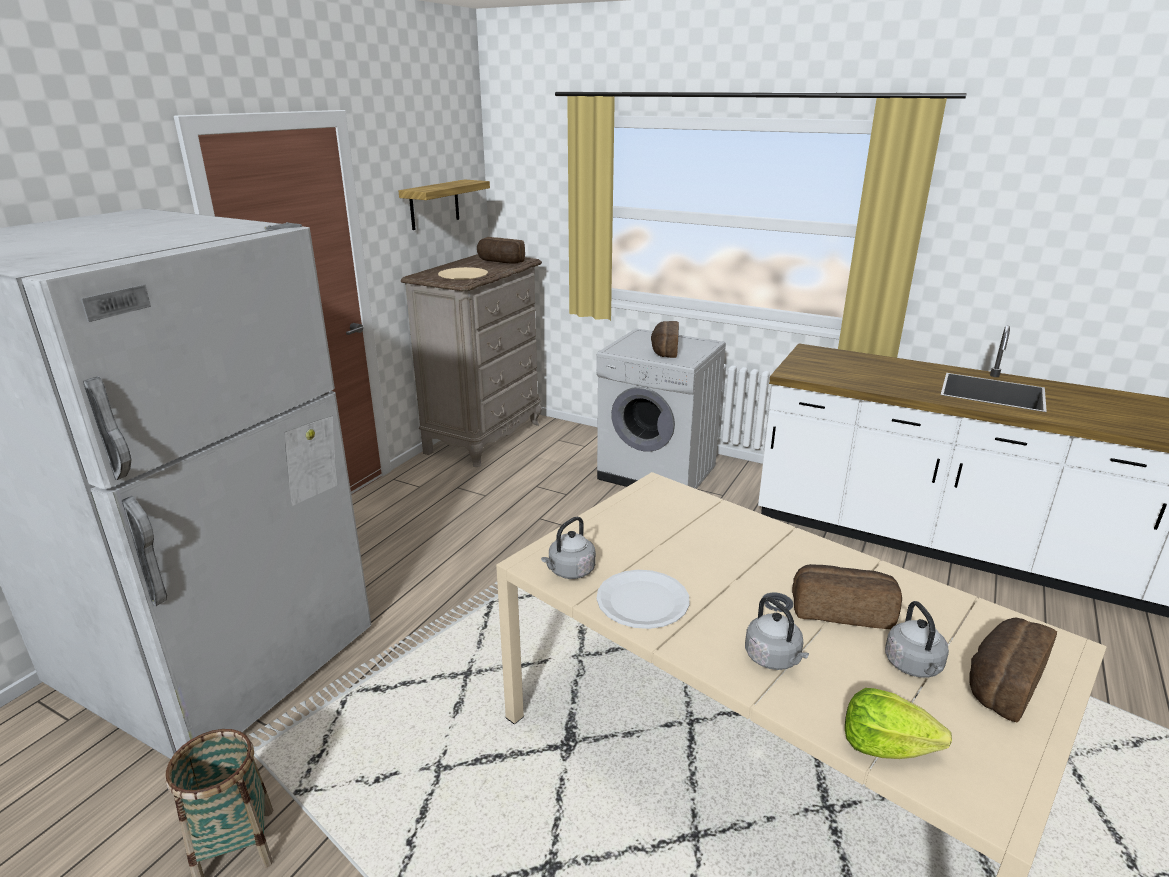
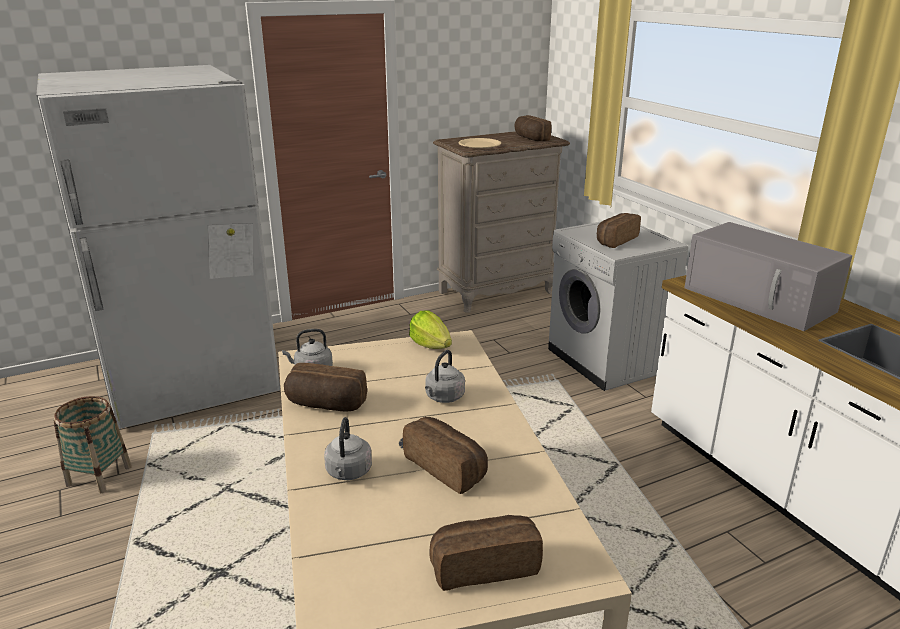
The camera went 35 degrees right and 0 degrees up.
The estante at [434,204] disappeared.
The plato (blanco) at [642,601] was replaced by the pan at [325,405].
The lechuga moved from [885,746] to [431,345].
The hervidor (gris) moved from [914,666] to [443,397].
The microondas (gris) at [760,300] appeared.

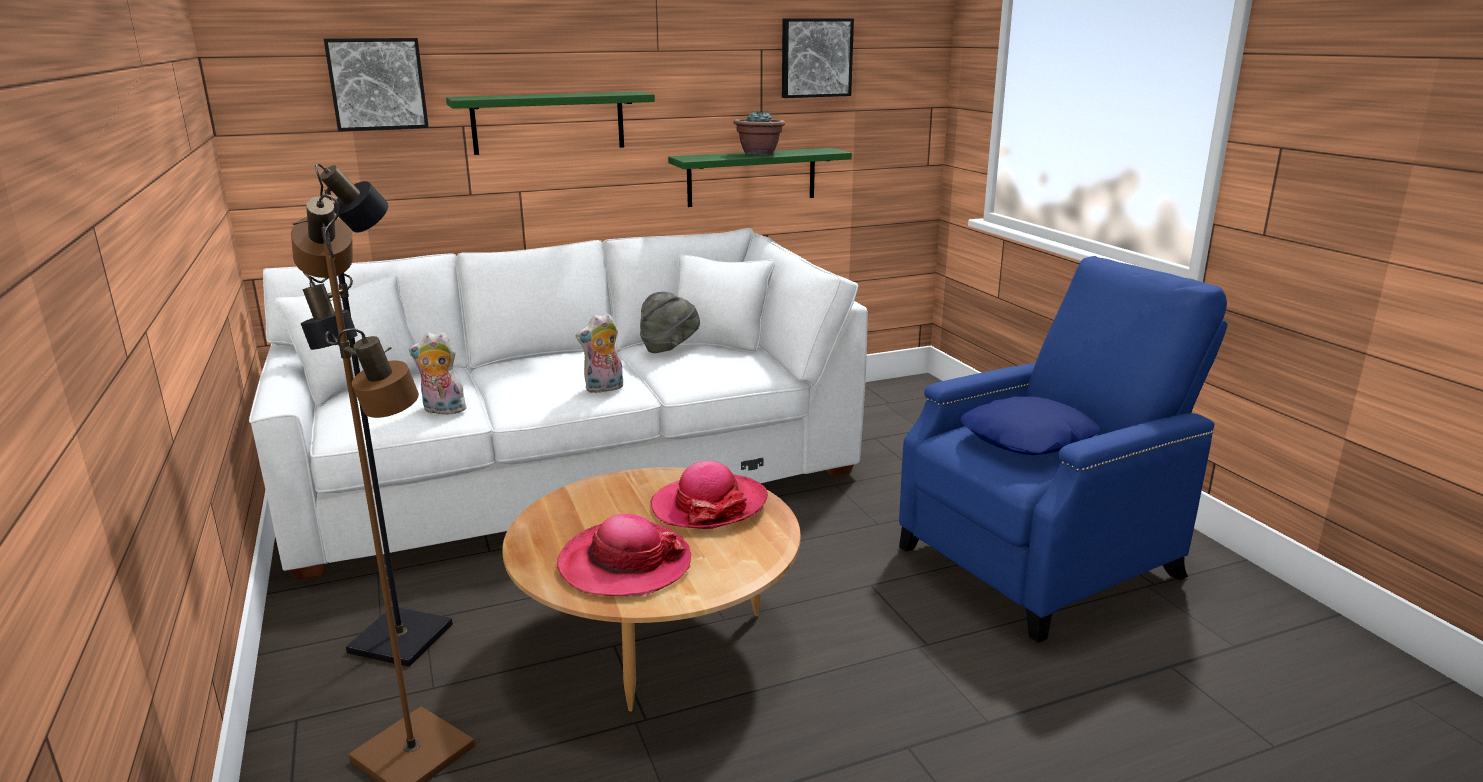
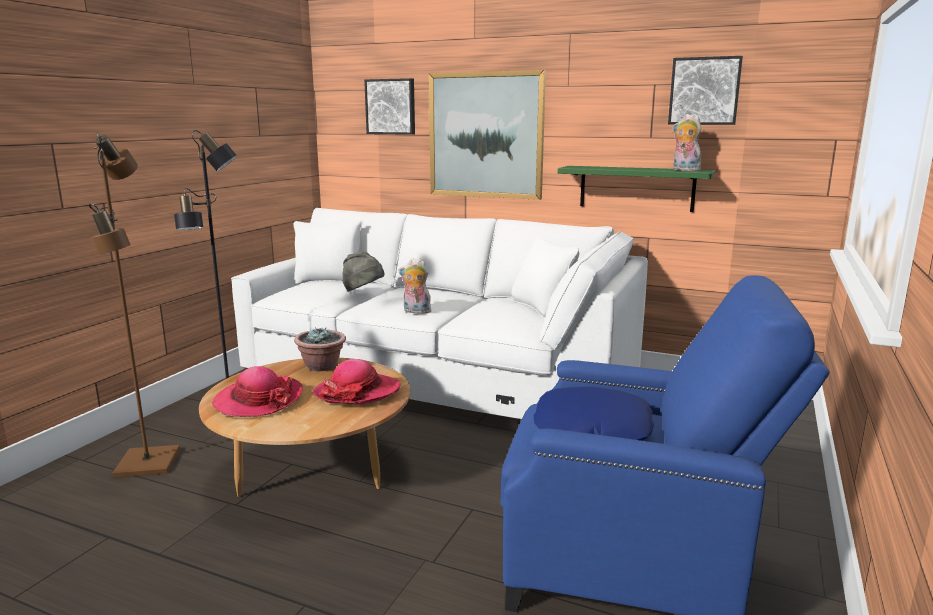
The camera went 45 degrees right and 5 degrees down.
The peluche moved from [442,411] to [684,170].
The estante (verde) at [548,122] was replaced by the cuadro at [486,135].
The sombrero (gris) moved from [669,348] to [363,292].
The planta en maceta moved from [759,153] to [322,366].

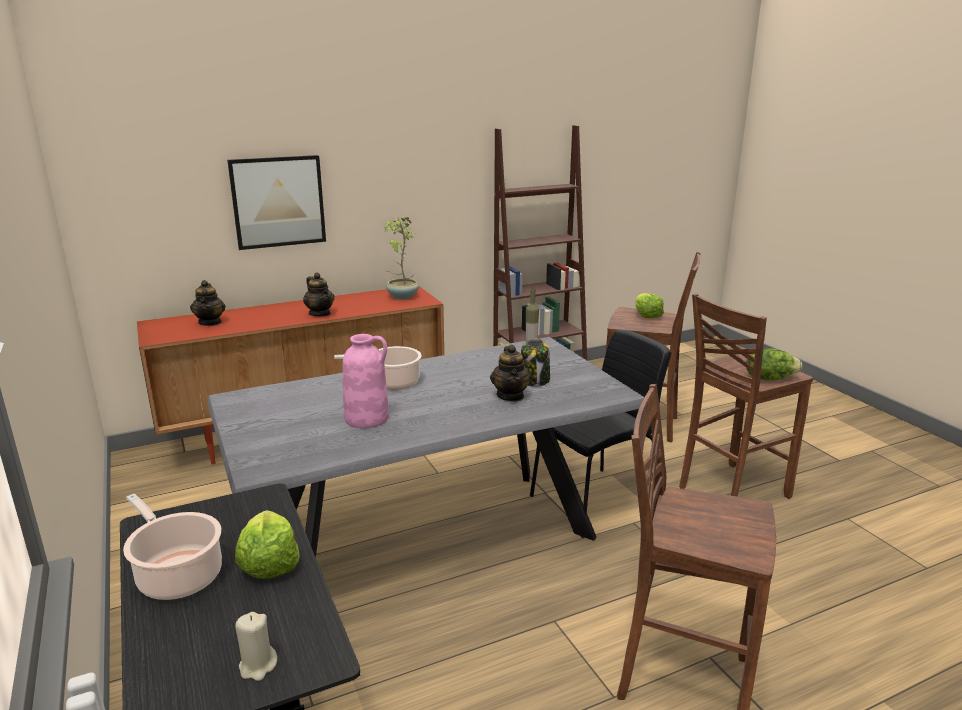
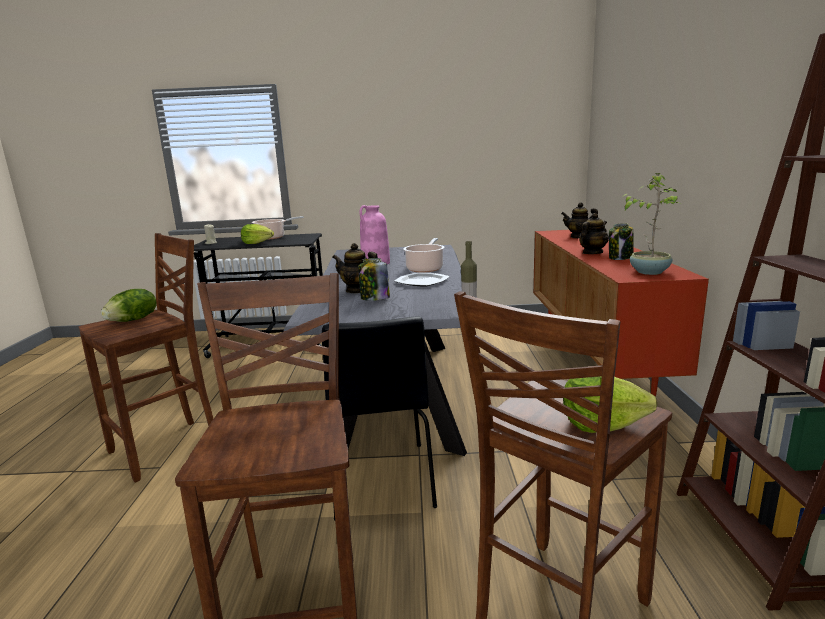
The camera went 115 degrees right and 5 degrees down.
The cuadro at [278,202] disappeared.
The tetera at [320,313] turned 150 degrees clockwise.
The lechuga moved from [769,378] to [134,320].
The plato at [422,281] appeared.
The tarro at [620,258] appeared.

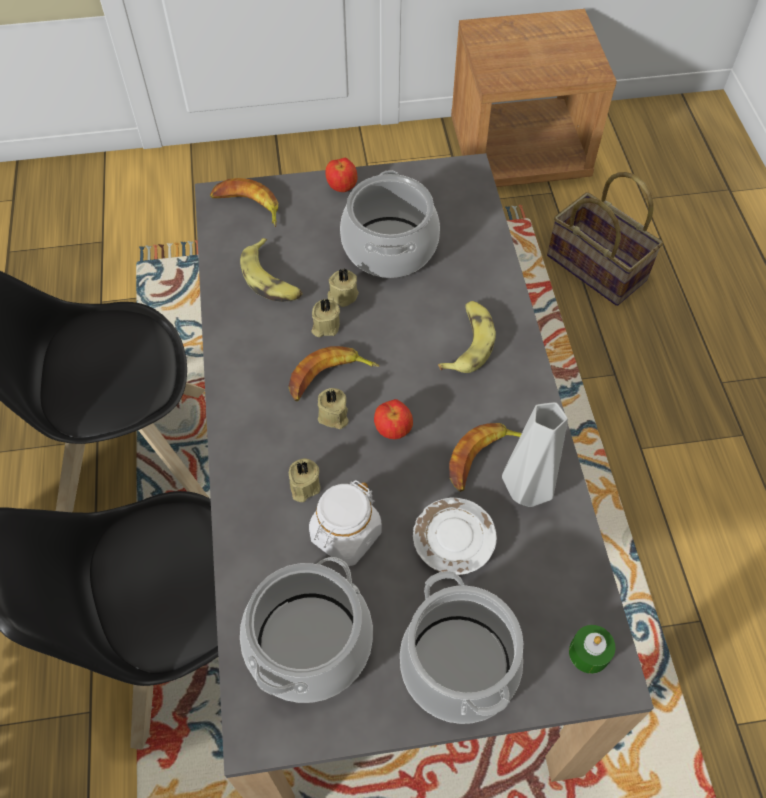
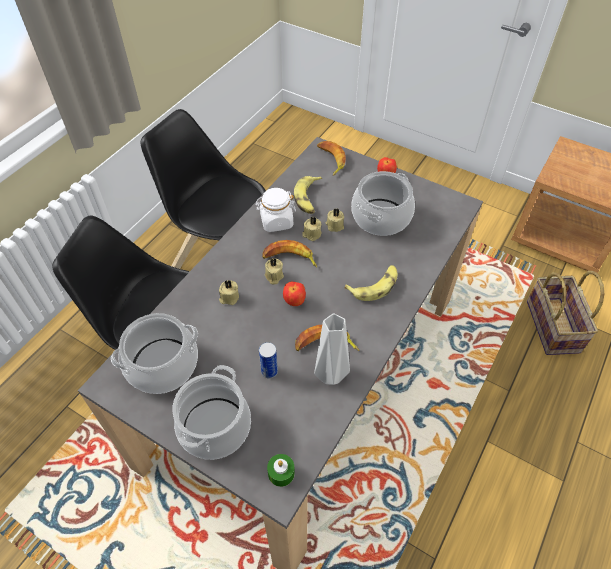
The camera went 40 degrees right and 5 degrees down.
The tarro (blanco) moved from [345,535] to [276,221].
The plato (blanco) at [453,543] was replaced by the lata at [269,371].

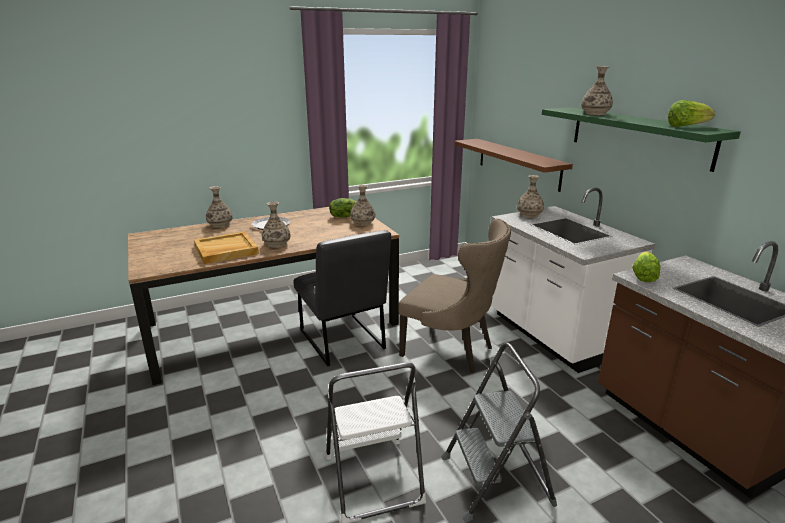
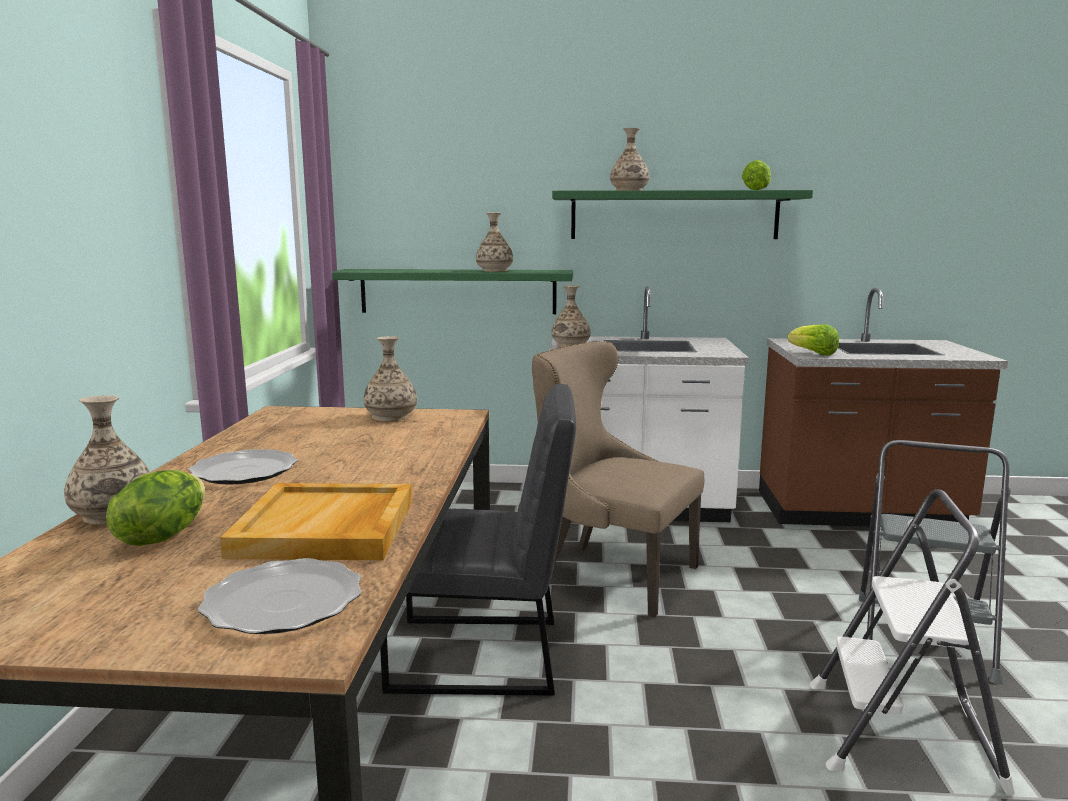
The camera went 60 degrees left and 10 degrees down.
The florero moved from [276,244] to [494,271].
The lechuga moved from [344,216] to [162,535].
The silla (beis) at [451,350] turned 120 degrees counterclockwise.
The estante (marrón) at [518,163] became the estante (verde) at [458,291].
The plato at [283,603] appeared.

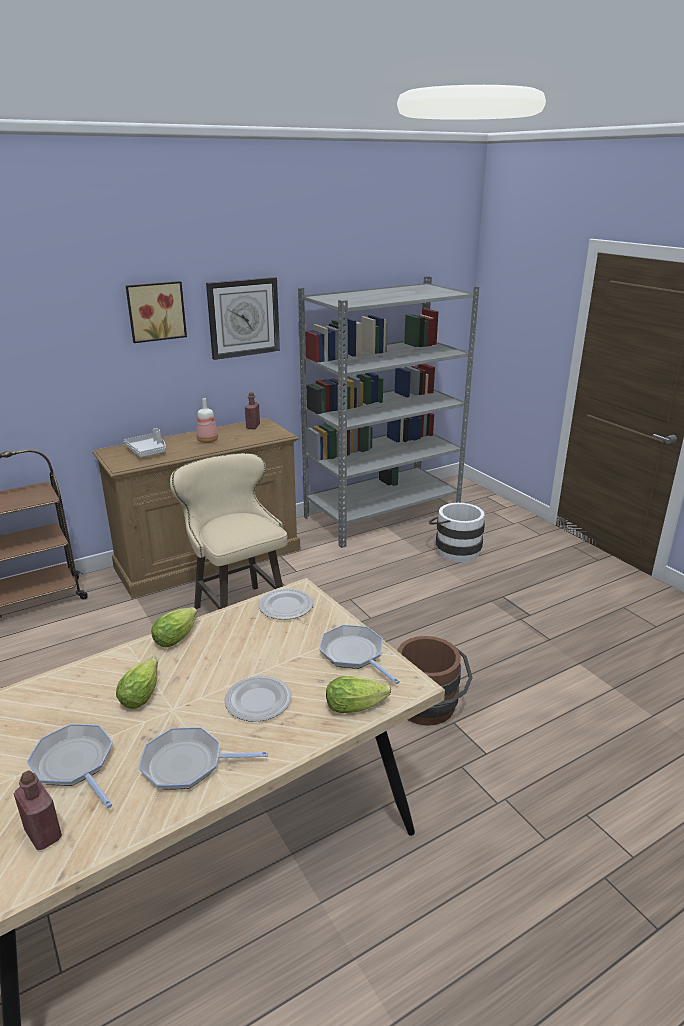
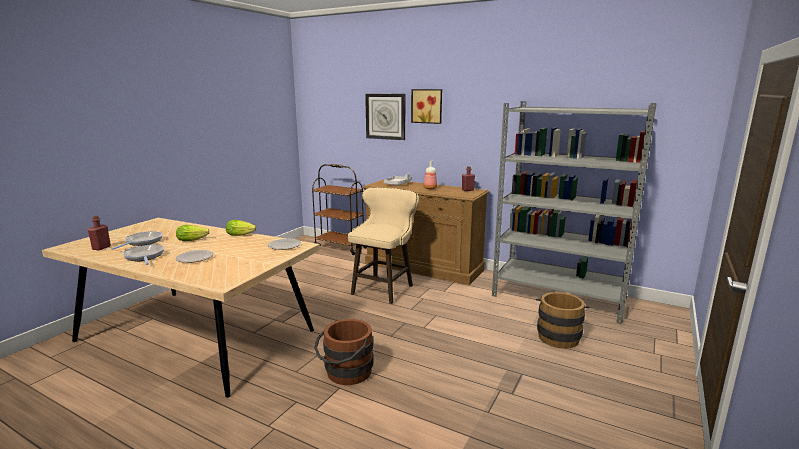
The camera went 60 degrees right and 10 degrees down.
The reloj de pared moved from [243,318] to [385,116].
The sartén at [354,654] disappeared.
The lechuga at [358,705] disappeared.
The cubo (blanco) at [454,550] became the cubo (marrón) at [558,336].

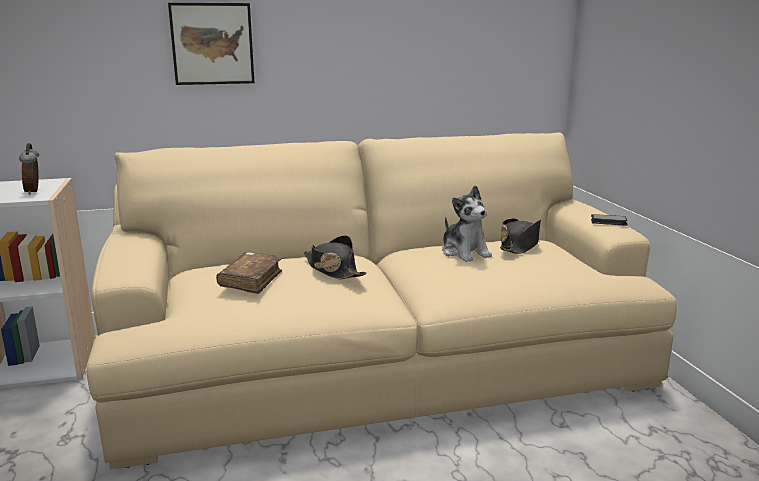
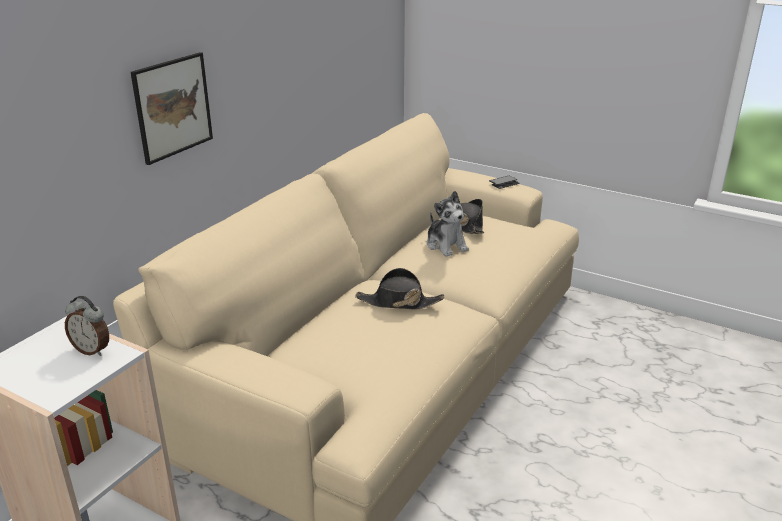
The camera went 45 degrees left and 10 degrees up.
The libro (marrón) at [251,280] disappeared.
The peluche at [464,252] turned 45 degrees clockwise.

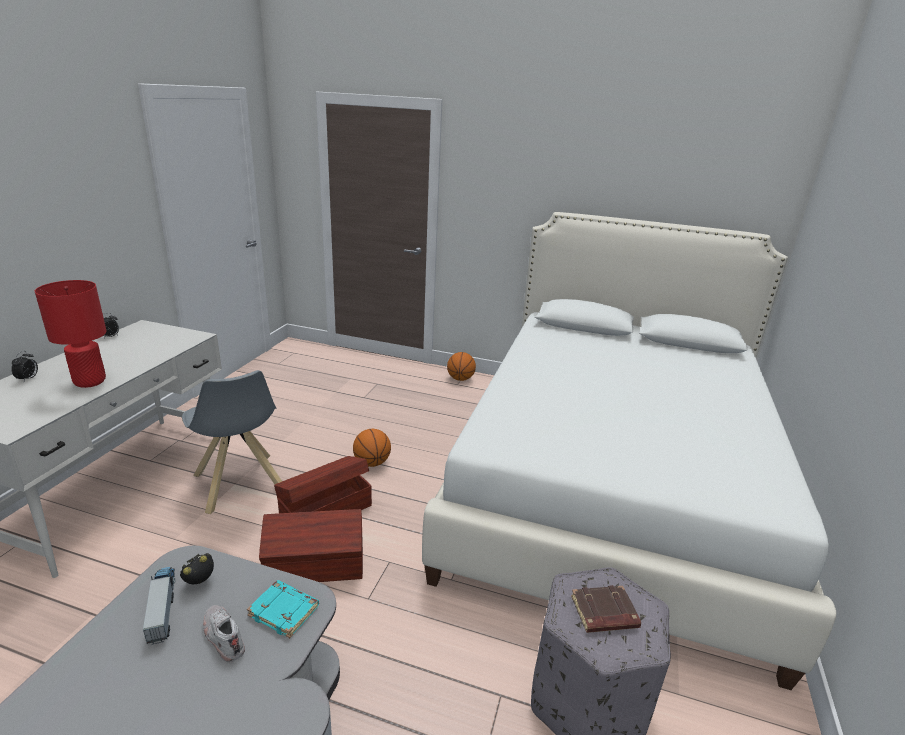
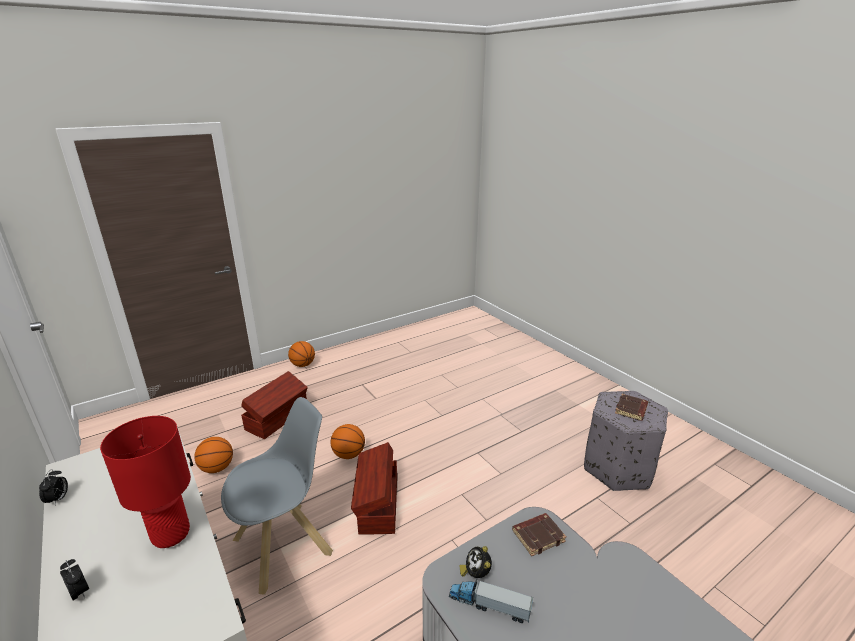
The camera went 50 degrees left and 0 degrees up.
The silla (gris) at [240,484] turned 45 degrees counterclockwise.
The zapato (blanco) at [223,637] disappeared.
The libro (turquesa) at [285,611] became the libro (marrón) at [538,536].
The caja de almacenaje (marrón) moved from [316,567] to [278,418].
The cama (blanco) at [611,485] disappeared.
The balón de baloncesto at [217,468] appeared.

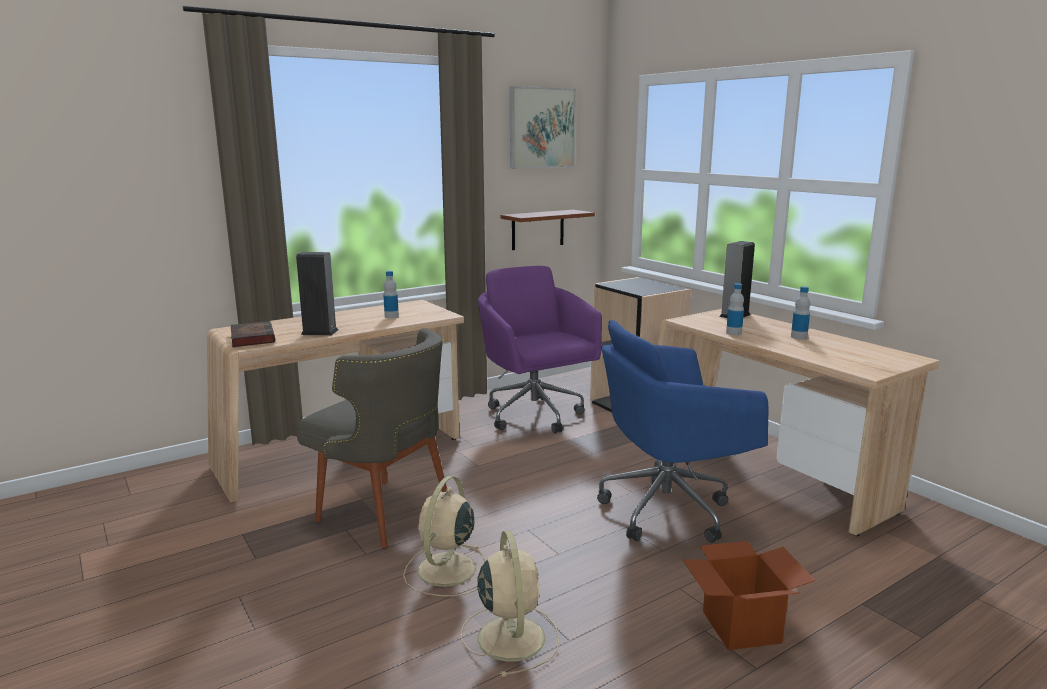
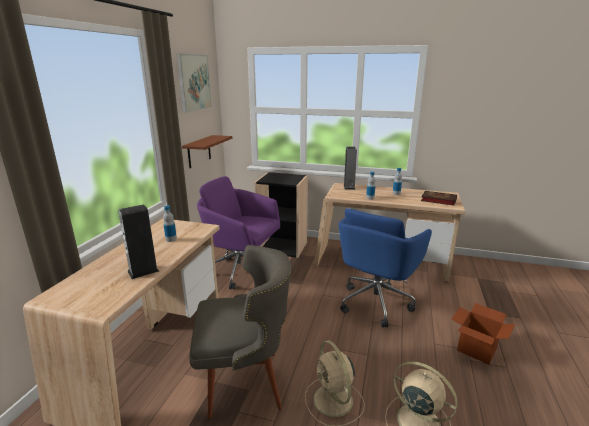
The camera went 40 degrees left and 5 degrees up.
The libro moved from [252,338] to [437,200].

